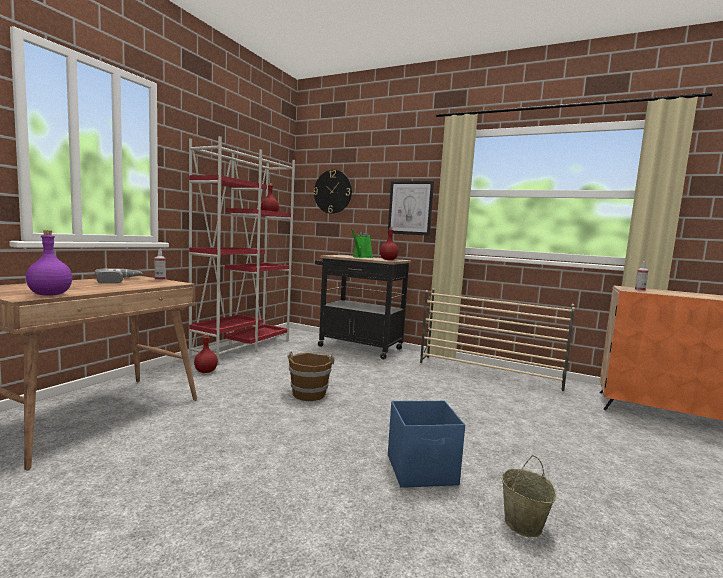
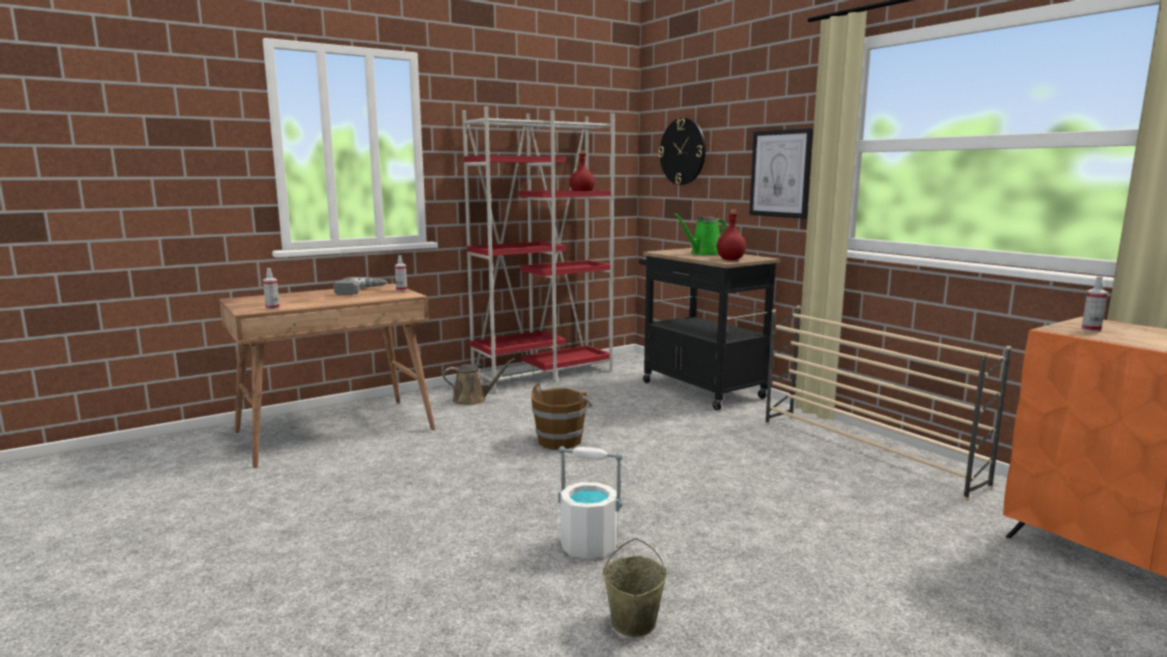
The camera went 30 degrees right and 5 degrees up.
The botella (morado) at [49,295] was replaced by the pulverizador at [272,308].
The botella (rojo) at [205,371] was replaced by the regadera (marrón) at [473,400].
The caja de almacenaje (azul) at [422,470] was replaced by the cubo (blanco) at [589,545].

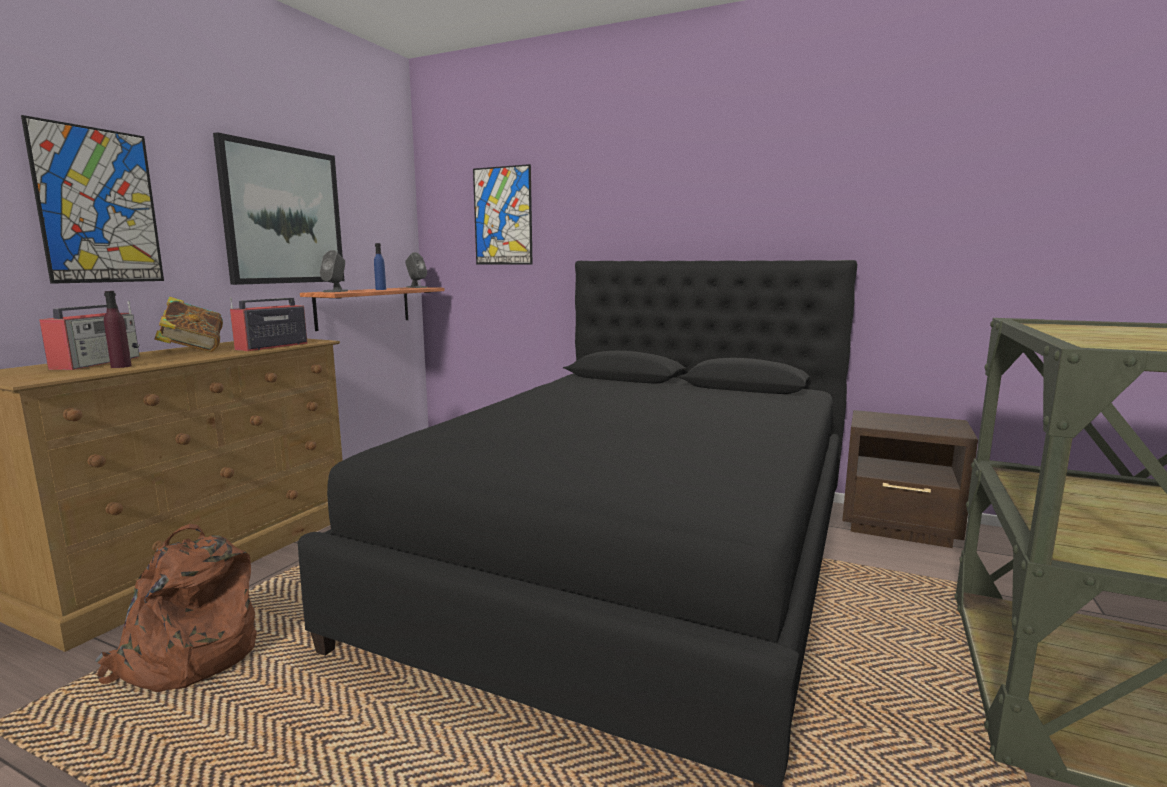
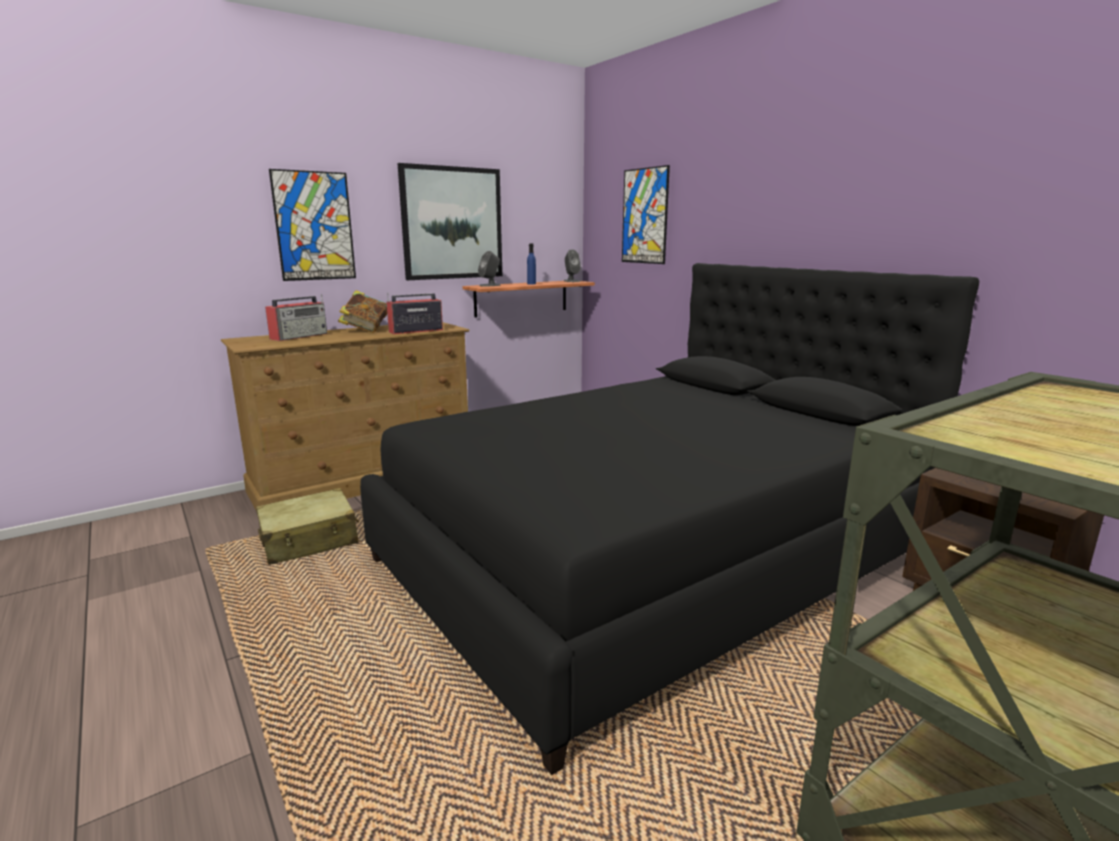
The camera went 30 degrees right and 5 degrees up.
The mochila (marrón) at [187,658] was replaced by the maleta (beis) at [309,540].
The botella (morado) at [121,366] disappeared.

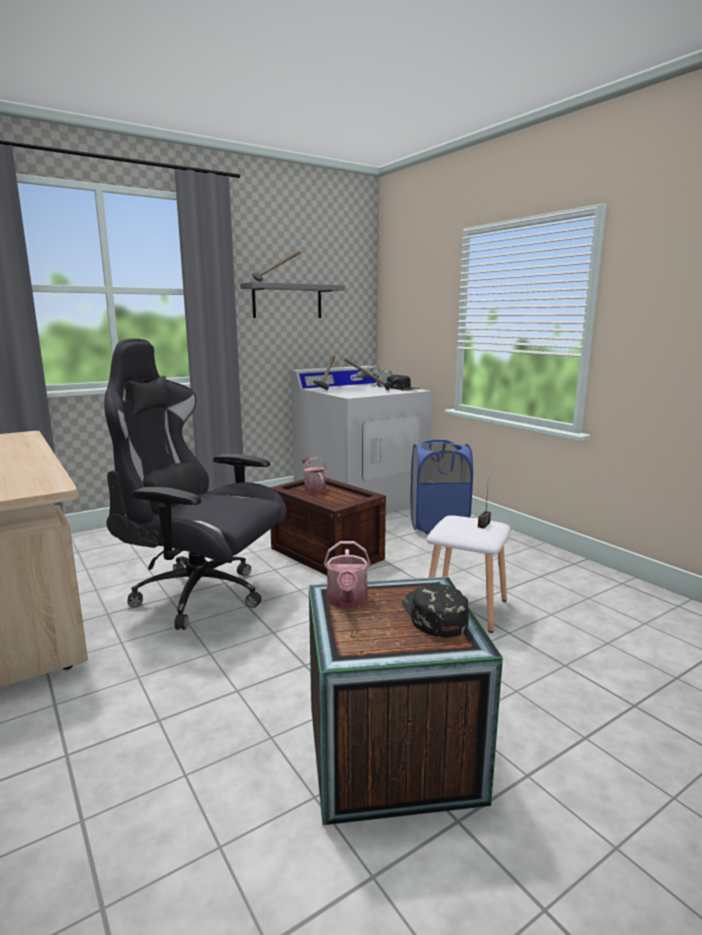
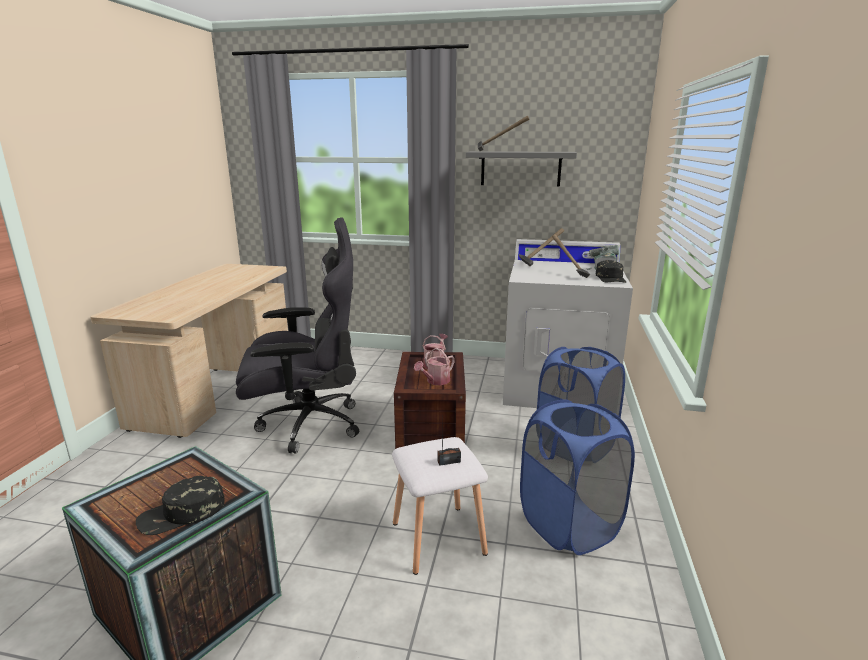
The camera went 45 degrees right and 5 degrees up.
The silla de oficina (negro) at [207,597] turned 105 degrees clockwise.
The regadera moved from [347,601] to [435,381].
The gorra (negro) at [433,615] turned 150 degrees counterclockwise.
The cesto de la ropa (azul) at [569,525] appeared.

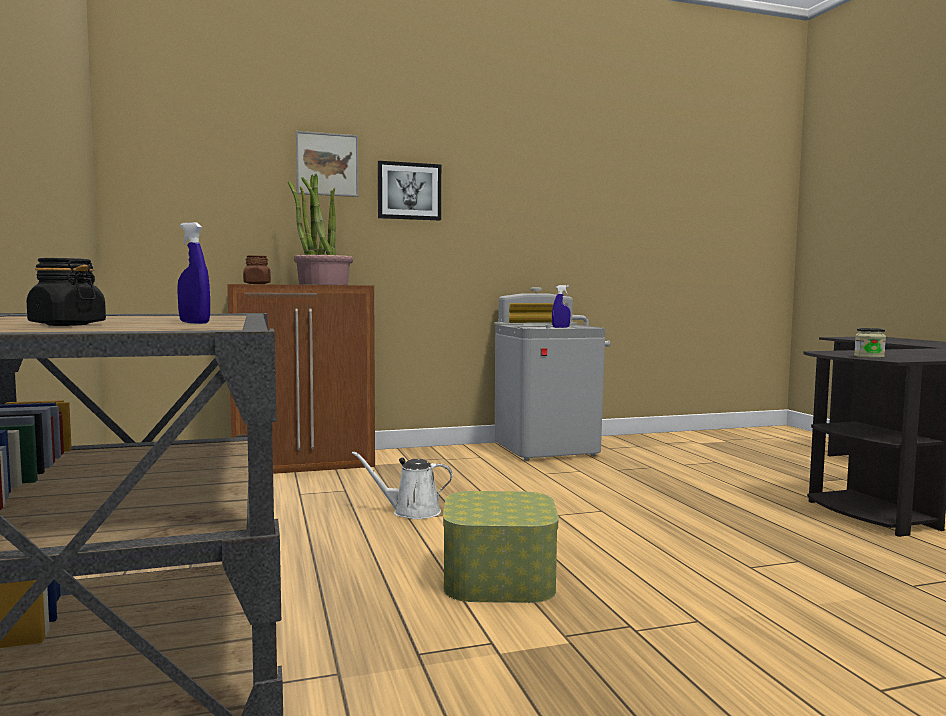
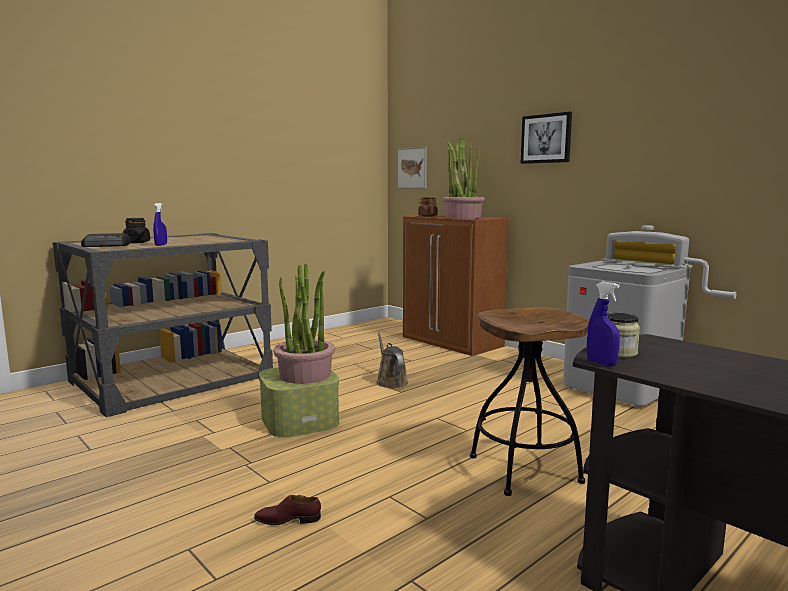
The camera went 65 degrees right and 5 degrees up.
The cuadro moved from [327,164] to [412,168].
The regadera (blanco) at [411,512] became the regadera (marrón) at [390,381].
The pulverizador (azul) moved from [560,327] to [601,363].
The radio at [107,245] appeared.
The zapato (marrón) at [288,520] appeared.
The planta en maceta at [305,375] appeared.
The taburete (marrón) at [525,468] appeared.

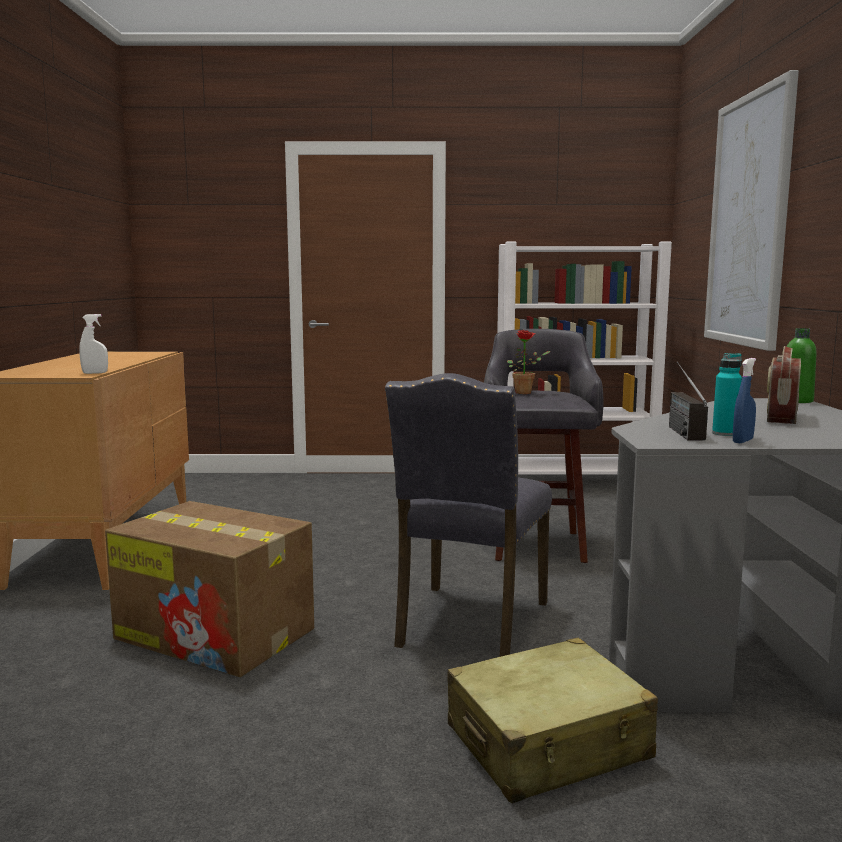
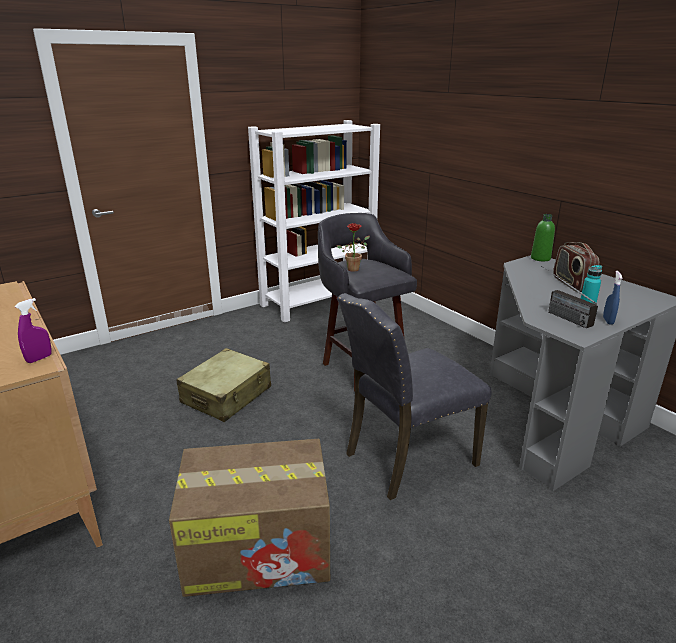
The camera went 35 degrees left and 15 degrees up.
The pulverizador (blanco) at [95,373] became the pulverizador (morado) at [39,359].
The silla (gris) at [469,624] turned 75 degrees clockwise.
The maleta (beis) moved from [548,743] to [227,395].
The cuadro at [749,221] disappeared.

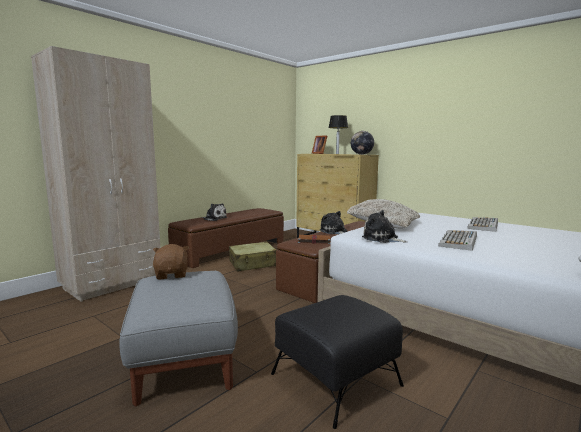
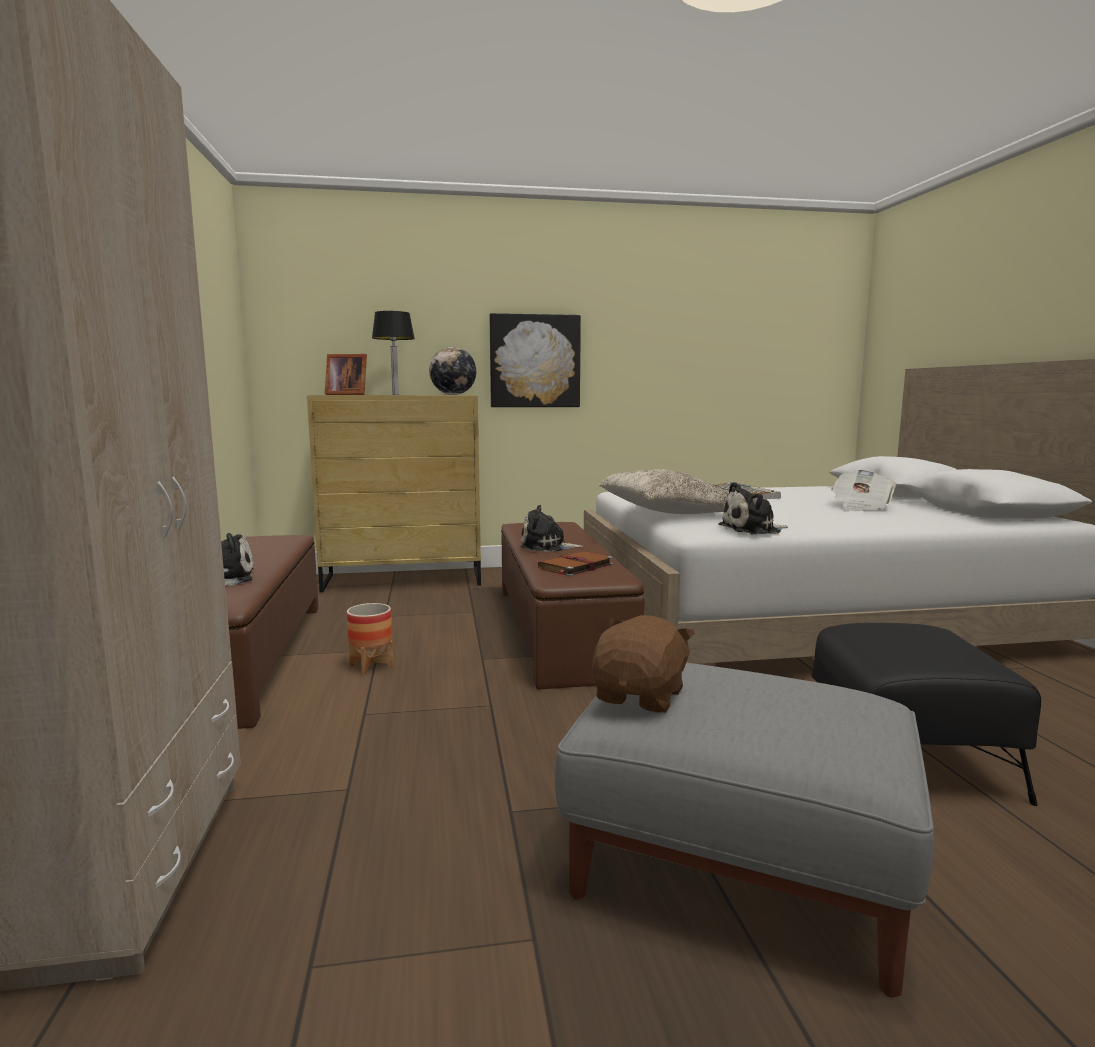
The camera went 50 degrees left and 0 degrees up.
The peluche (marrón) at [172,275] turned 90 degrees clockwise.
The maleta (beis) at [253,264] was replaced by the maceta at [371,666].
The teclado at [459,241] disappeared.
The cuadro at [535,361] appeared.
The periódico at [861,507] appeared.

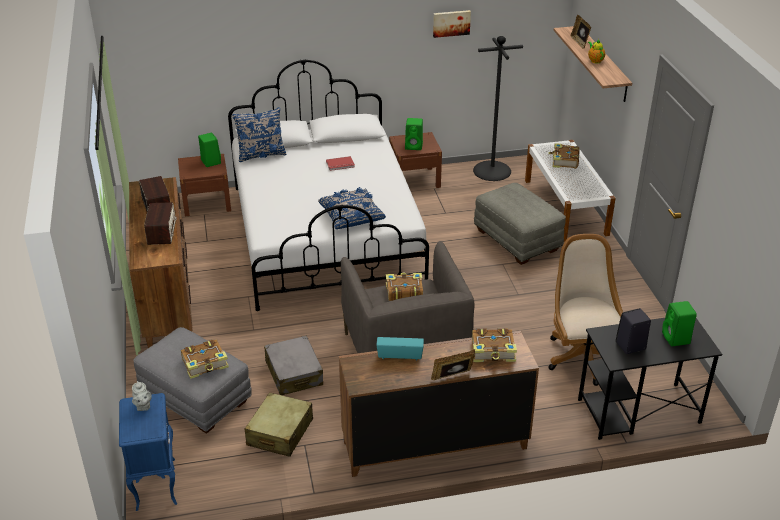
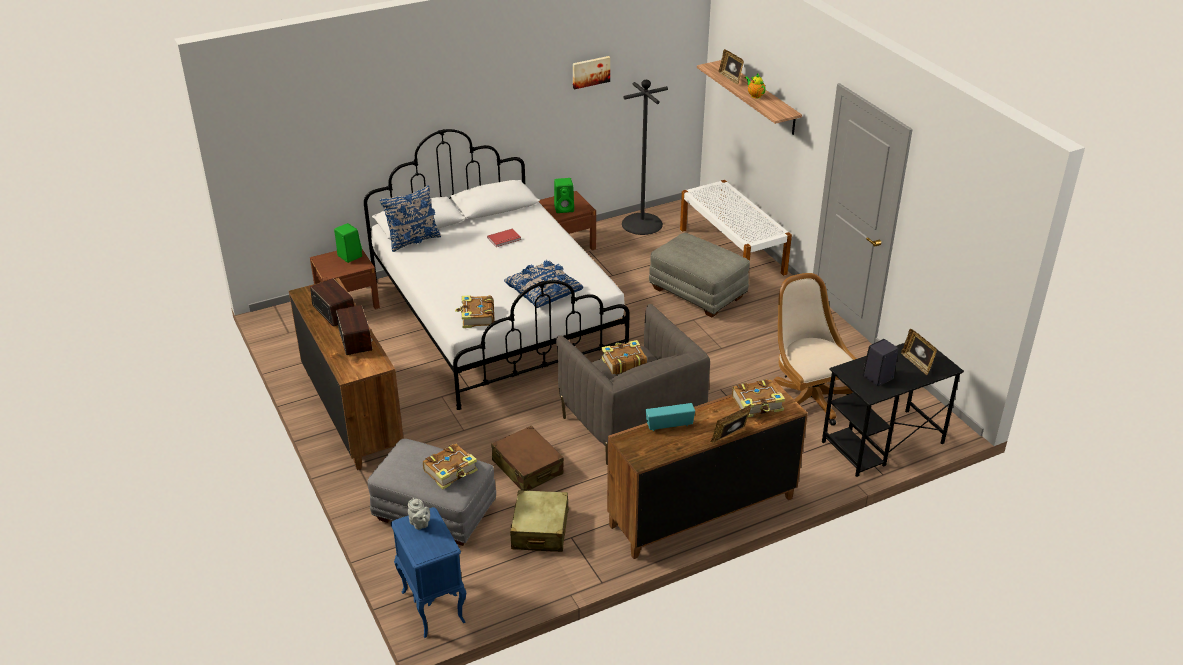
The camera went 15 degrees left and 0 degrees up.
The maleta (gris) at [294,373] became the maleta (marrón) at [527,467].
The libro moved from [564,161] to [477,317].
The altavoz (verde) at [676,339] was replaced by the portarretratos at [917,363].

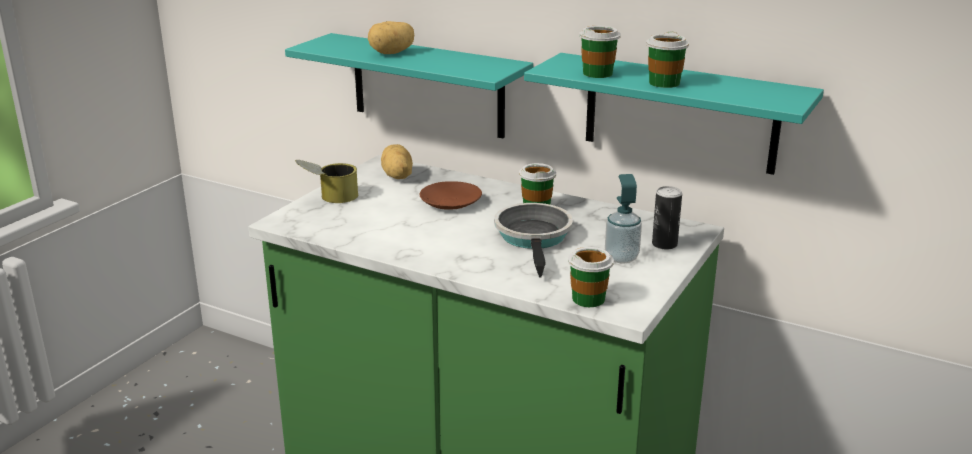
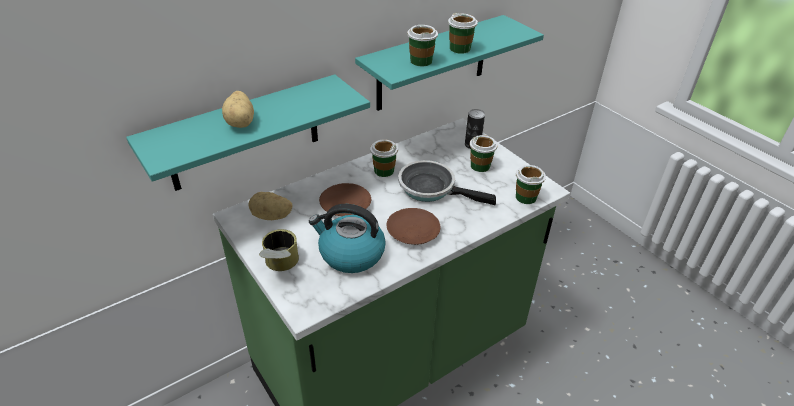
The camera went 65 degrees left and 15 degrees up.
The dispensador de jabón at [621,258] was replaced by the taza at [480,166].
The hervidor at [350,254] appeared.
The plato (marrón) at [413,232] appeared.

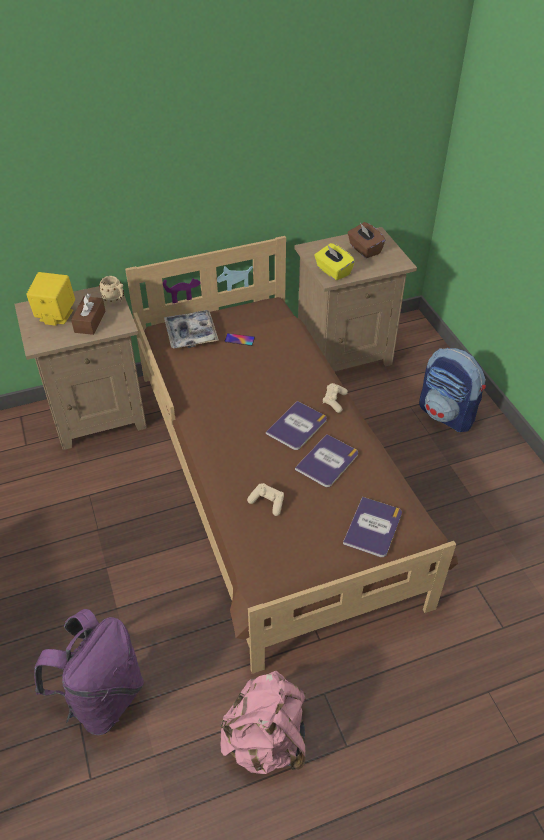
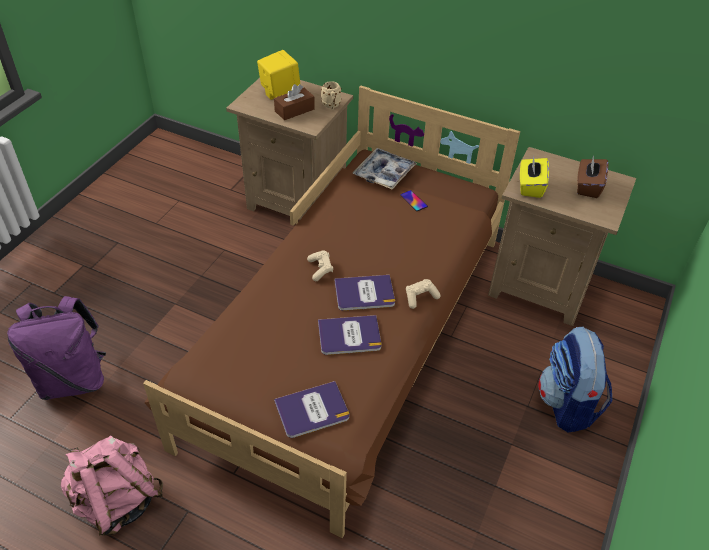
The camera went 45 degrees right and 0 degrees up.
The mando de consola (beis) moved from [267,502] to [320,269].

